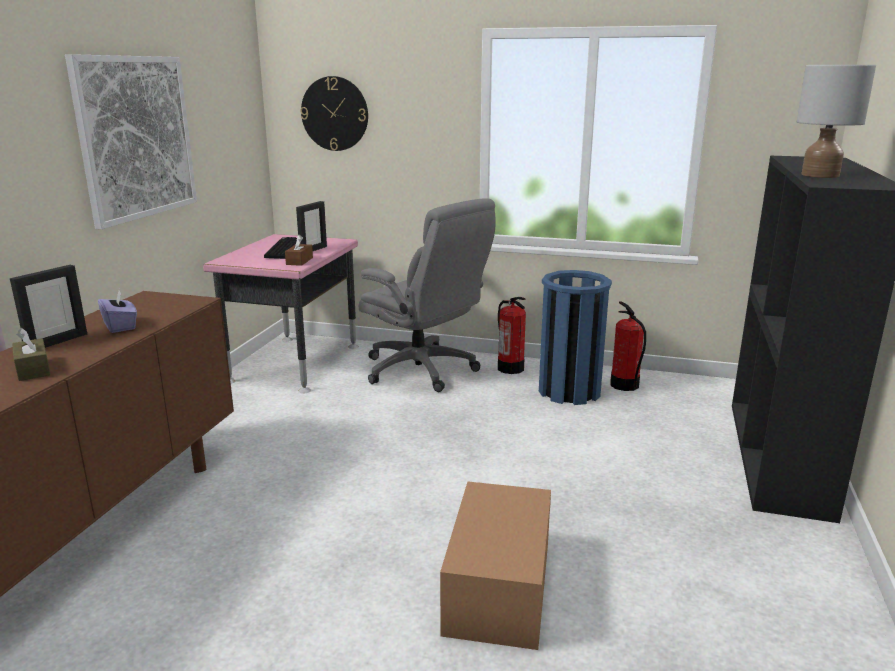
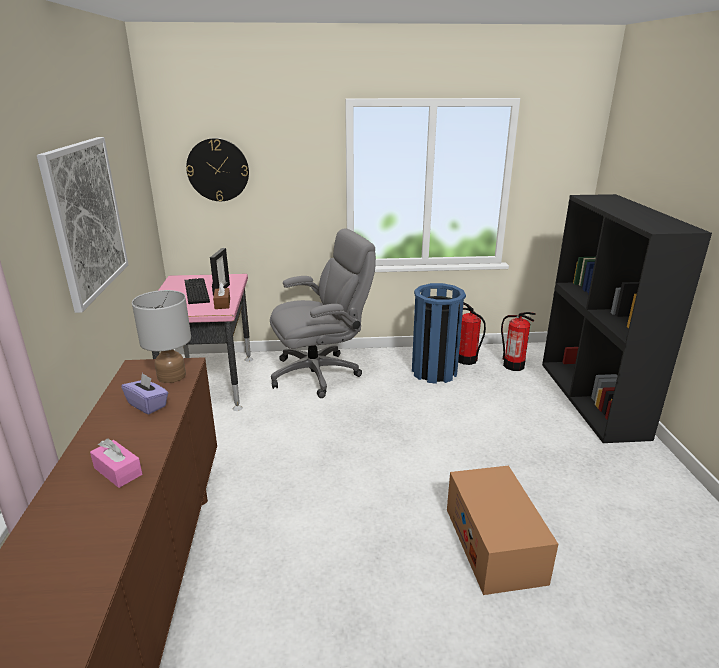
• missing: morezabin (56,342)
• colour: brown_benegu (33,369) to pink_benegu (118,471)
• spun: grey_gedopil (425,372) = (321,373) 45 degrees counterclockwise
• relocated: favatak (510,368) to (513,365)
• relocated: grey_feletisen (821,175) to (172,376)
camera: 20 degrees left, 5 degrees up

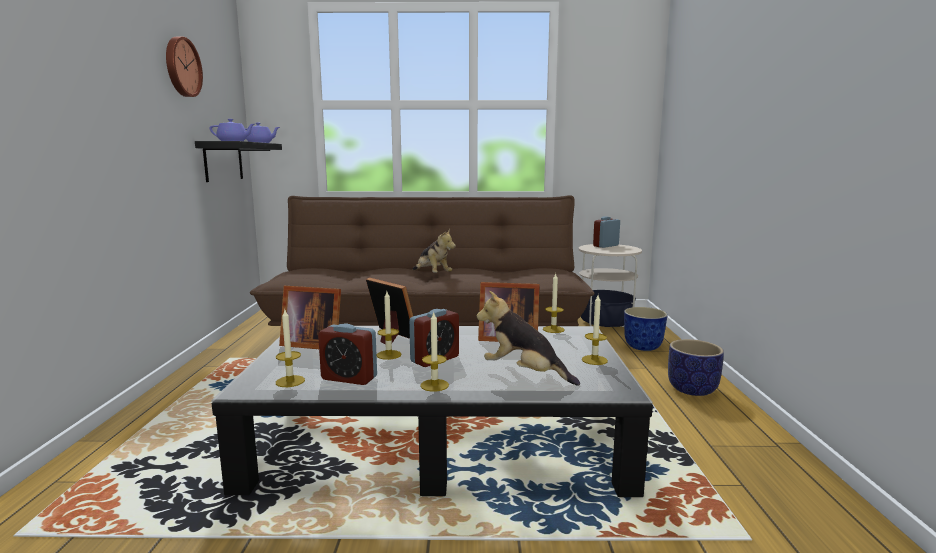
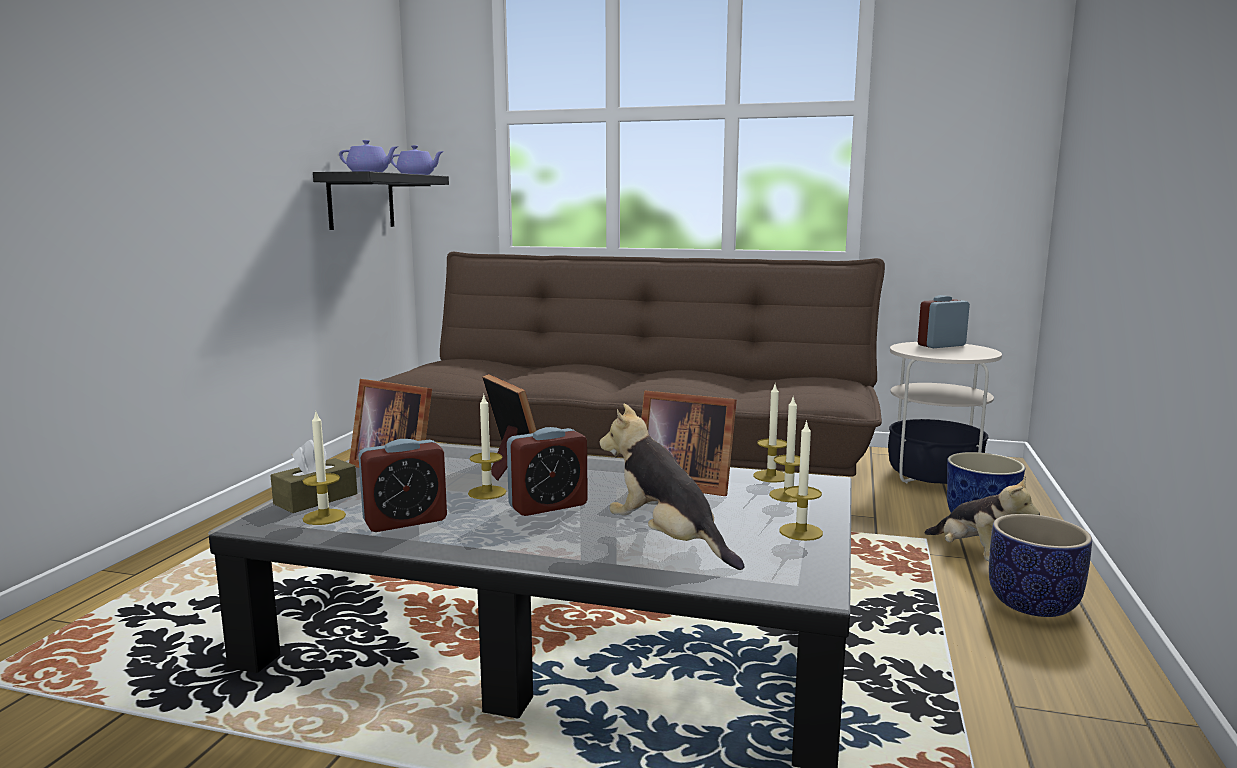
• missing: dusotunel (181,67)
• spun: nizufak (349,378) = (405,521) 60 degrees counterclockwise
• relocated: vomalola (432,275) to (975,556)
• relocated: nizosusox (434,385) to (788,495)
• appeared: brown_benegu (316,499)
camera: 15 degrees right, 0 degrees up

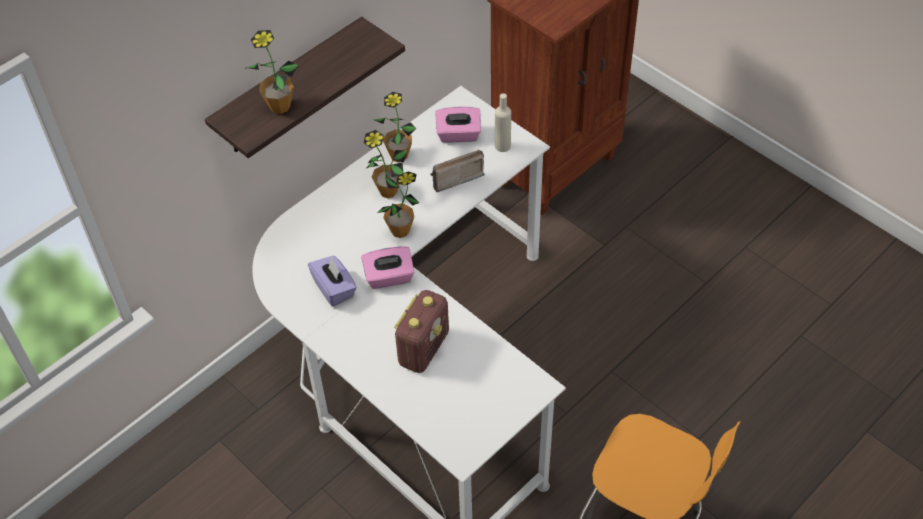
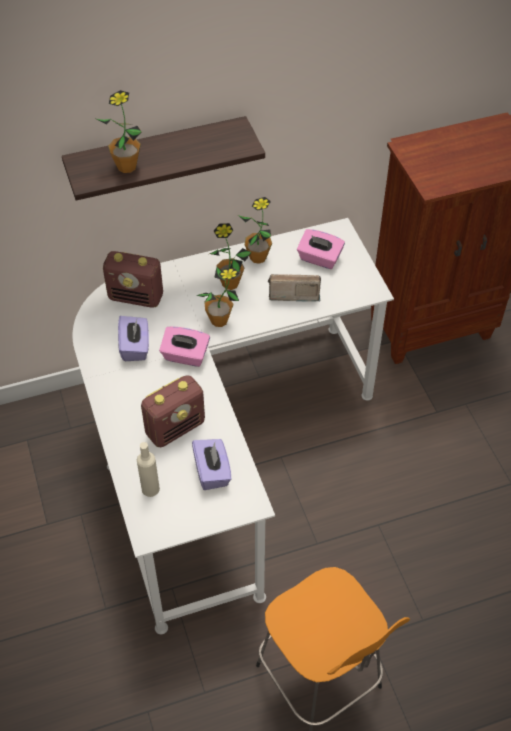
• relocated: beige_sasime (502,146) to (150,489)
• appeared: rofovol (136,297)
• appeared: purple_benegu (212,472)
camera: 25 degrees right, 0 degrees up

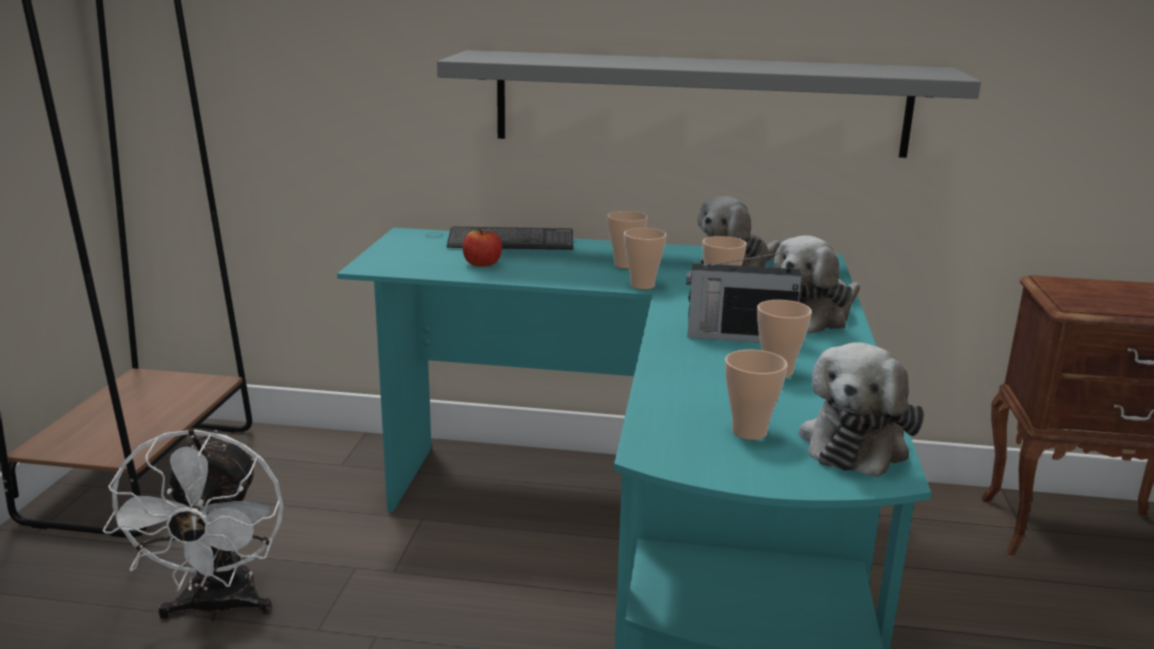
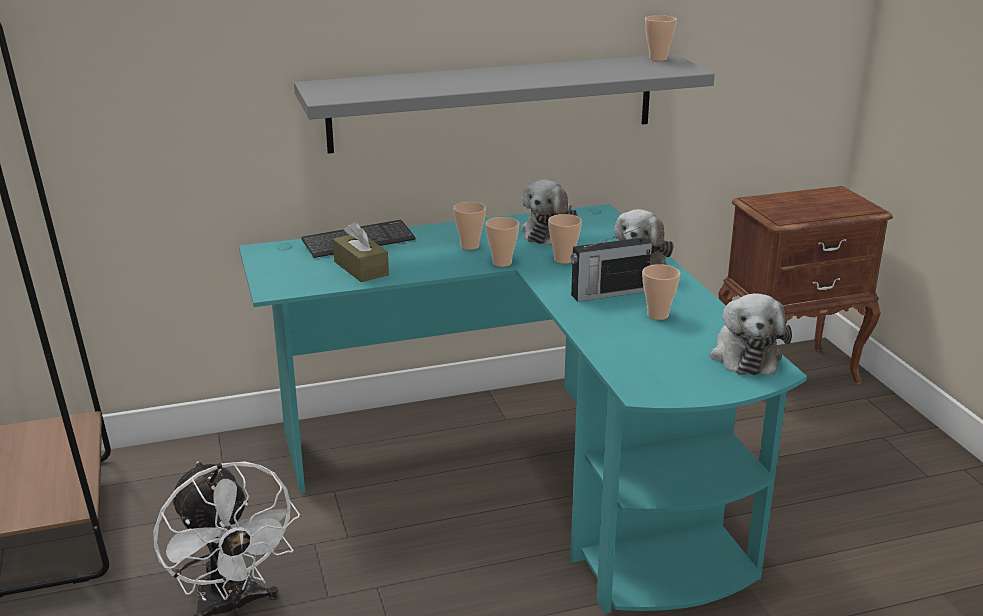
• exchanged: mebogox (482,264) to brown_benegu (361,268)
• relocated: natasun (749,432) to (658,59)
camera: 25 degrees left, 5 degrees up

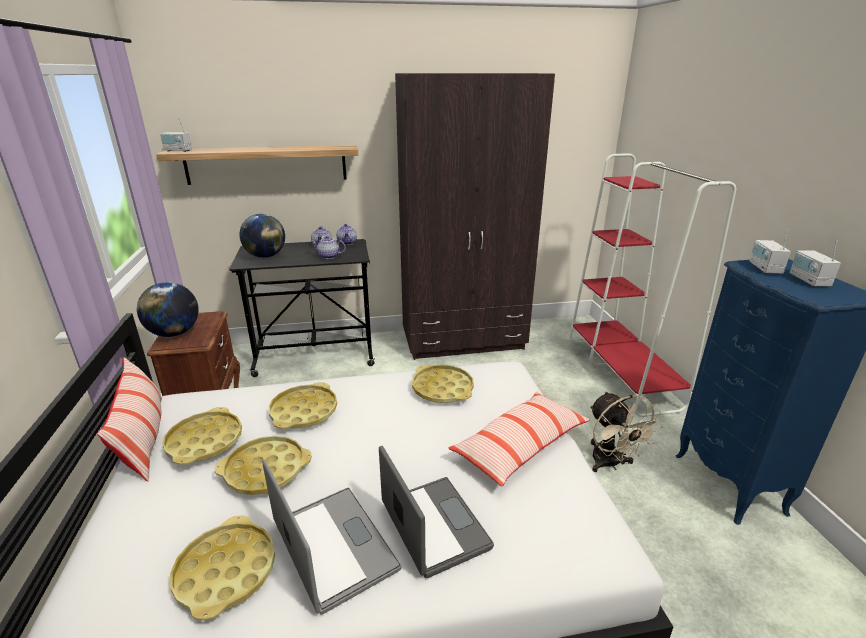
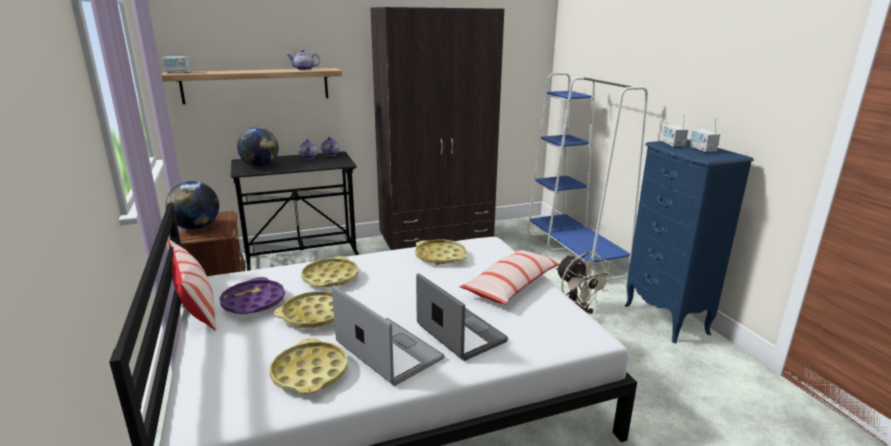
• colour: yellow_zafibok (204,441) to purple_zafibok (253,302)
• relocated: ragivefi (328,256) to (304,69)
• colour: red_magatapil (622,374) to blue_magatapil (574,255)
camera: 10 degrees left, 5 degrees down

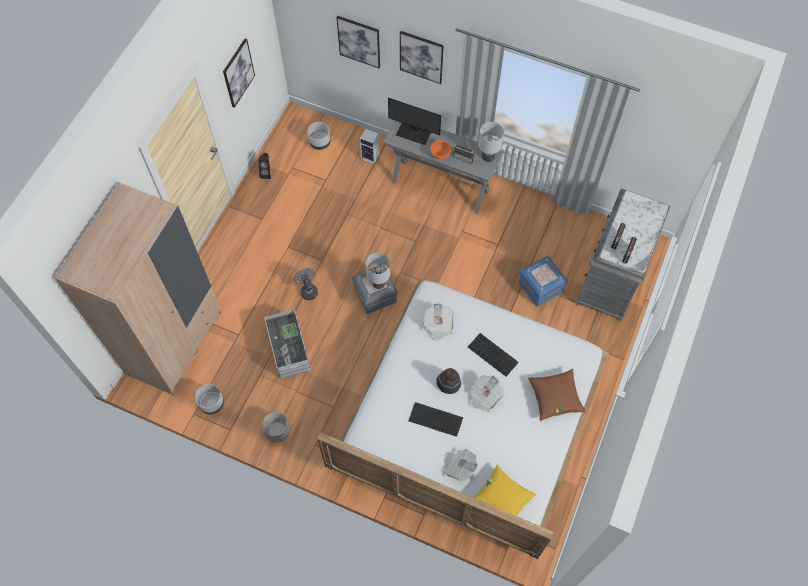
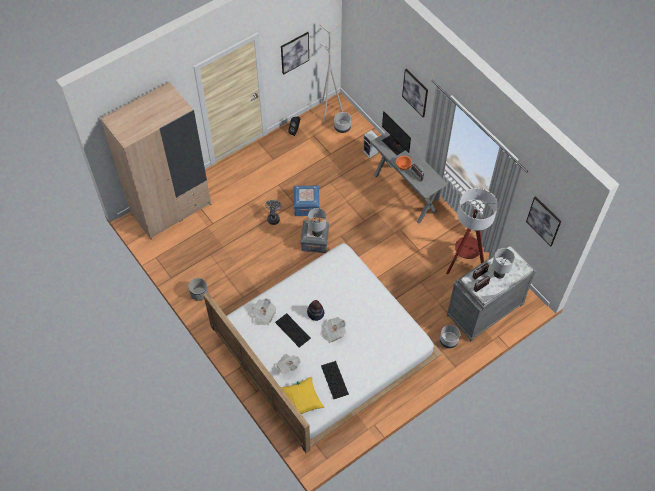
• relocated: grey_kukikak (212,403) to (449,341)
• missing: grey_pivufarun (289,348)
• relocated: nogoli (359,41) to (544,221)
• relocated: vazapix (438,325) to (263,315)
• relocated: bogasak (492,354) to (334,379)
• relocated: grey_feletisen (488,156) to (499,273)
• relocated: blue_pivufarun (540,287) to (306,206)
• missing: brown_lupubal (555,397)
• appeared: grey_magatapil (329,111)
• appeared: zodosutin (464,263)
camera: 30 degrees right, 5 degrees down

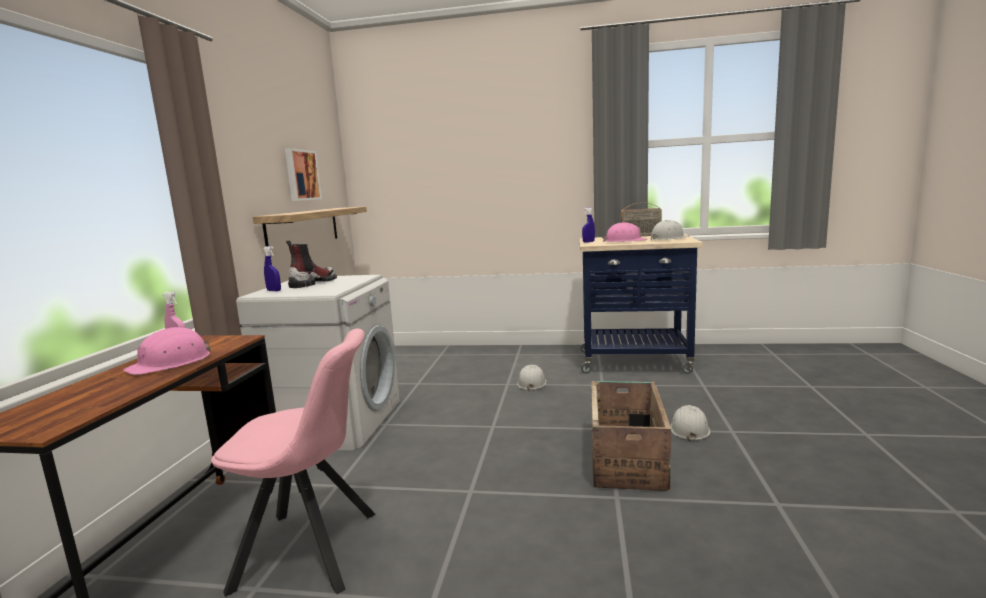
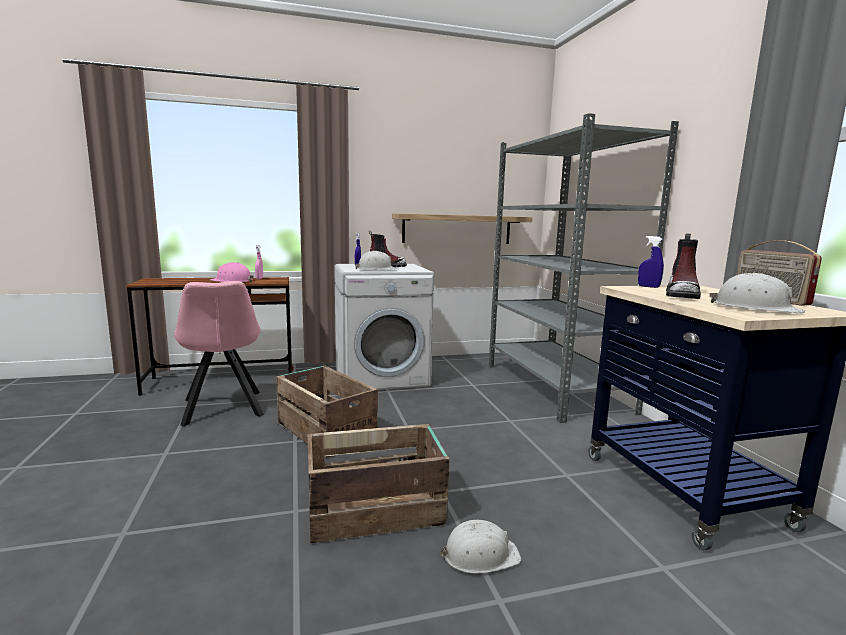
• missing: nogoli (301,175)
• relocated: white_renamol (531,383) to (376,269)
• exchanged: pink_renamol (624,241) to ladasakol (682,295)
• appeared: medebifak (326,430)
• appeared: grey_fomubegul (555,387)
camera: 65 degrees right, 0 degrees up

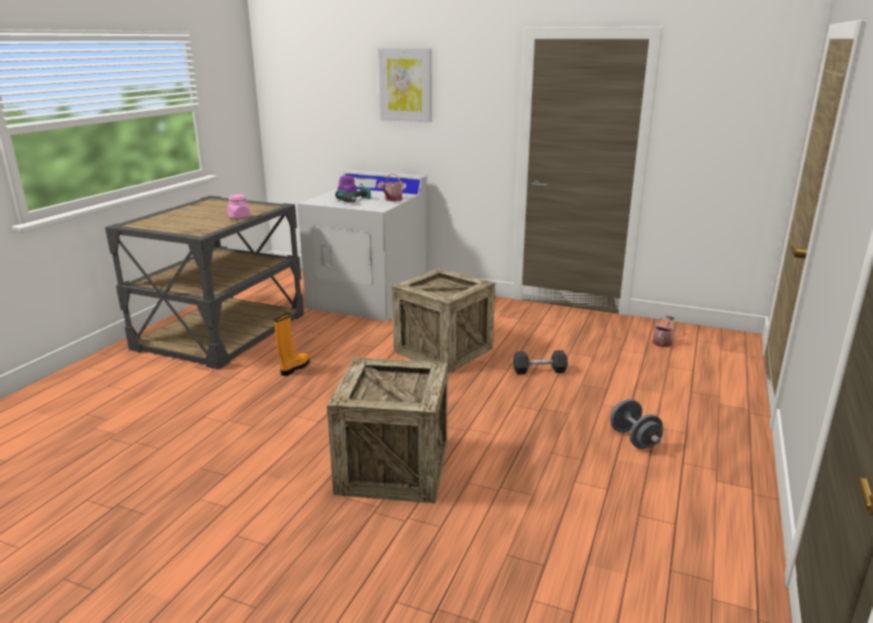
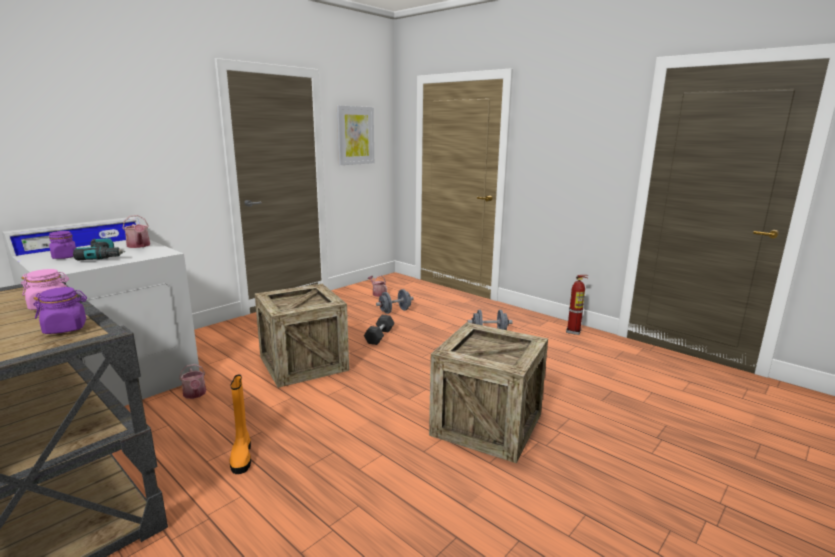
• spun: orange_ladasakol (294,368) = (242,456) 150 degrees counterclockwise
• relocated: nogoli (405,85) to (355,135)
• appeared: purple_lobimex (66,328)
• appeared: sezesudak (195,394)
• appeared: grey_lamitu (395,311)
• appeared: favatak (573,331)
camera: 70 degrees left, 5 degrees down

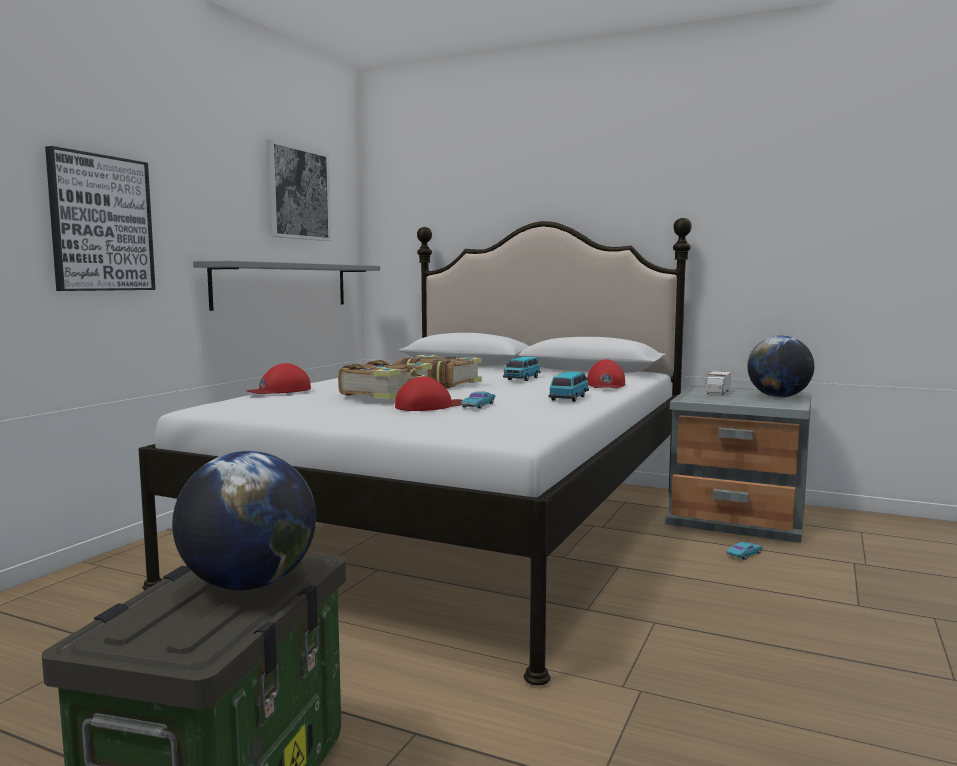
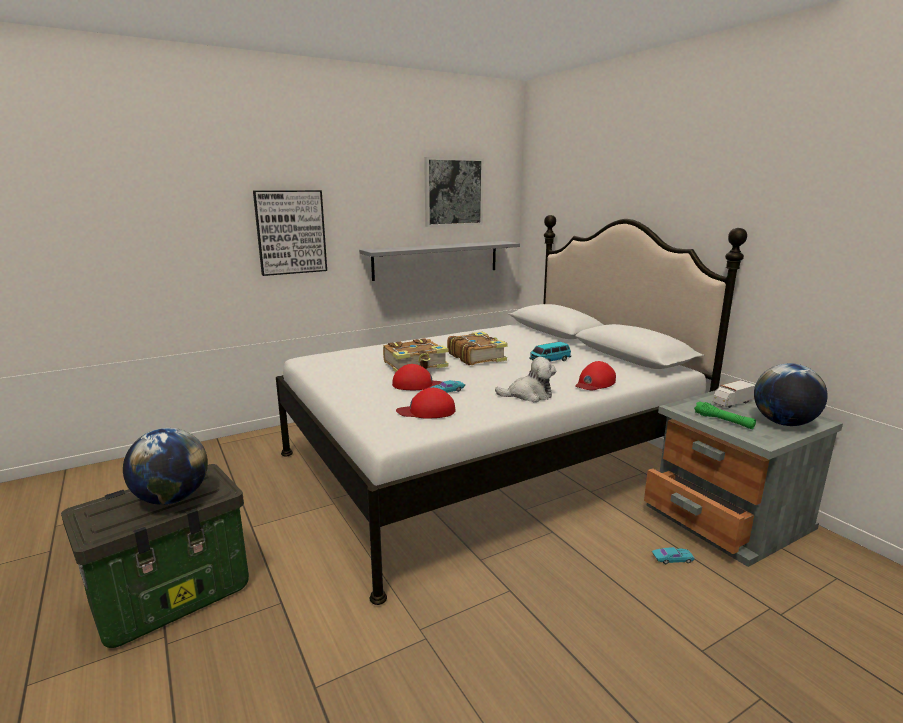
• relocated: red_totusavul (280,390) to (427,411)
• exchanged: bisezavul (569,398) to vomalola (528,395)
• appeared: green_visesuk (723,421)
camera: 35 degrees right, 10 degrees up

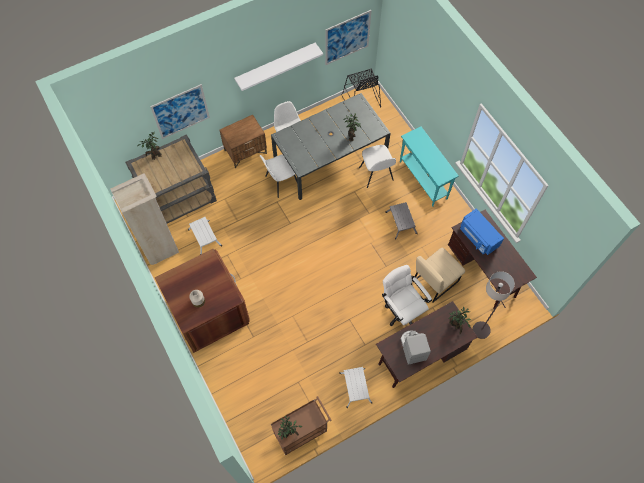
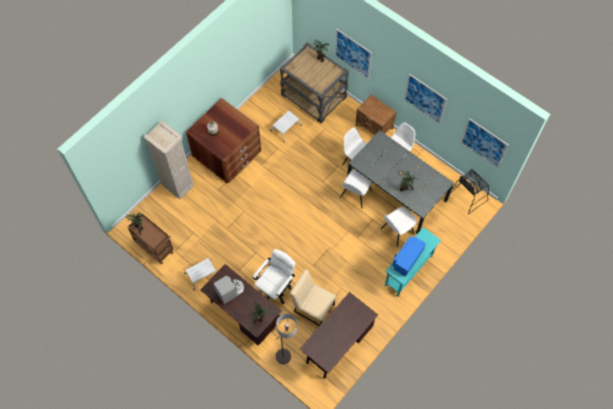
• relocated: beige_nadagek (160,249) to (178,185)
• exchanged: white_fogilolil (275,65) to nogoli (424,99)
• missing: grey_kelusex (401,222)
• relocated: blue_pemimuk (478,237) to (407,259)
• appeared: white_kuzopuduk (355,195)
camera: 70 degrees right, 0 degrees up

